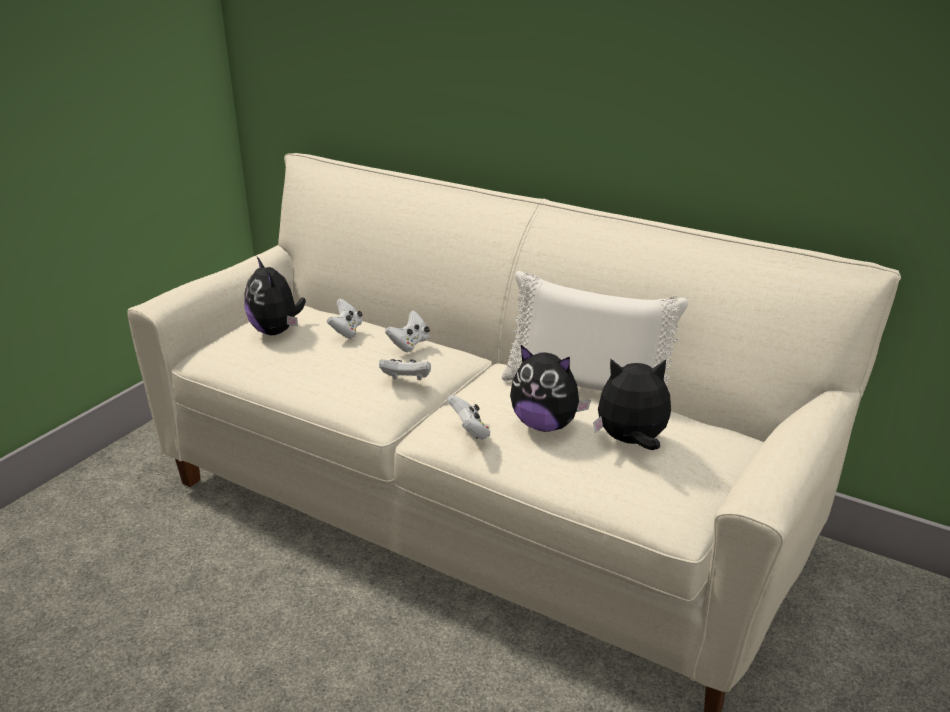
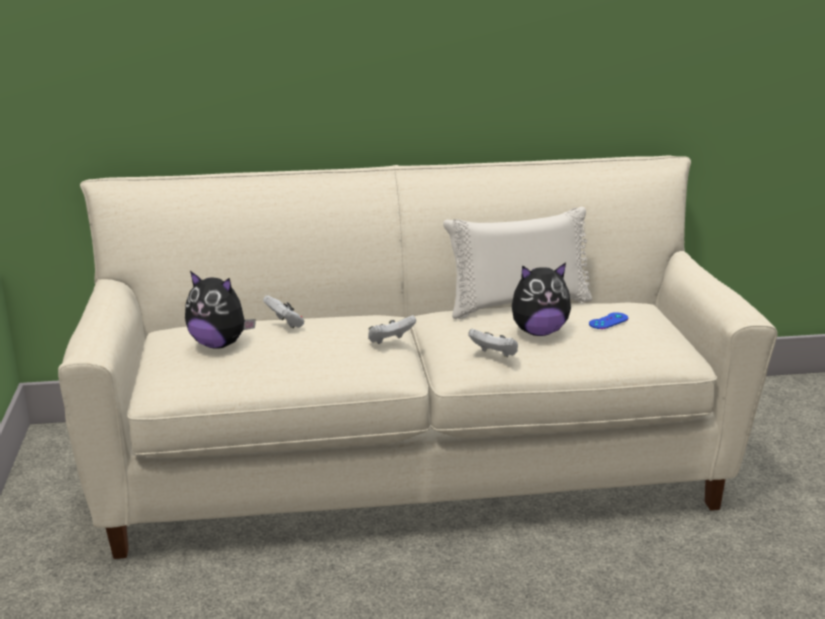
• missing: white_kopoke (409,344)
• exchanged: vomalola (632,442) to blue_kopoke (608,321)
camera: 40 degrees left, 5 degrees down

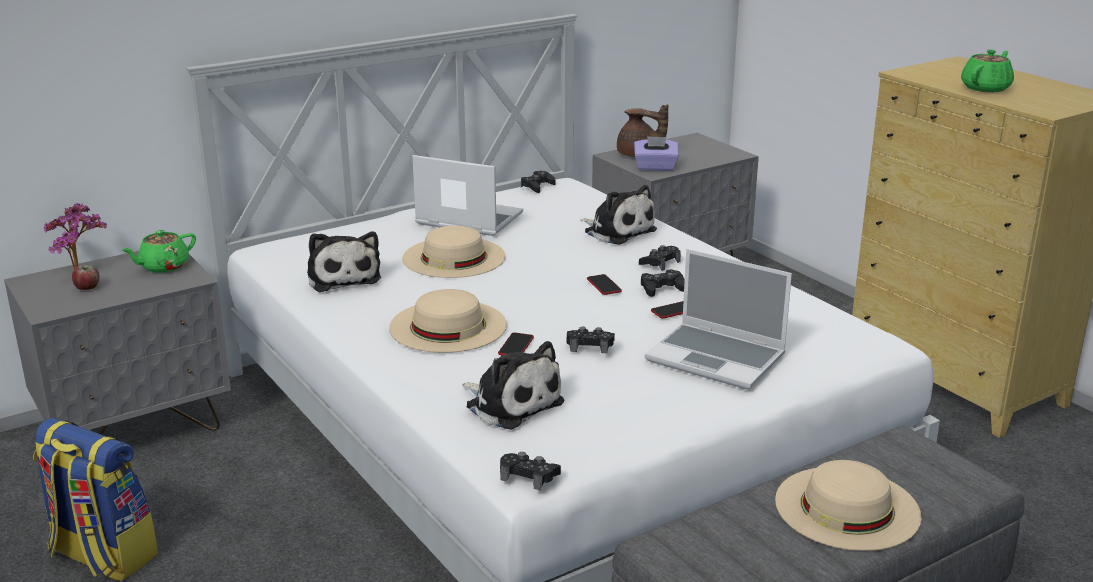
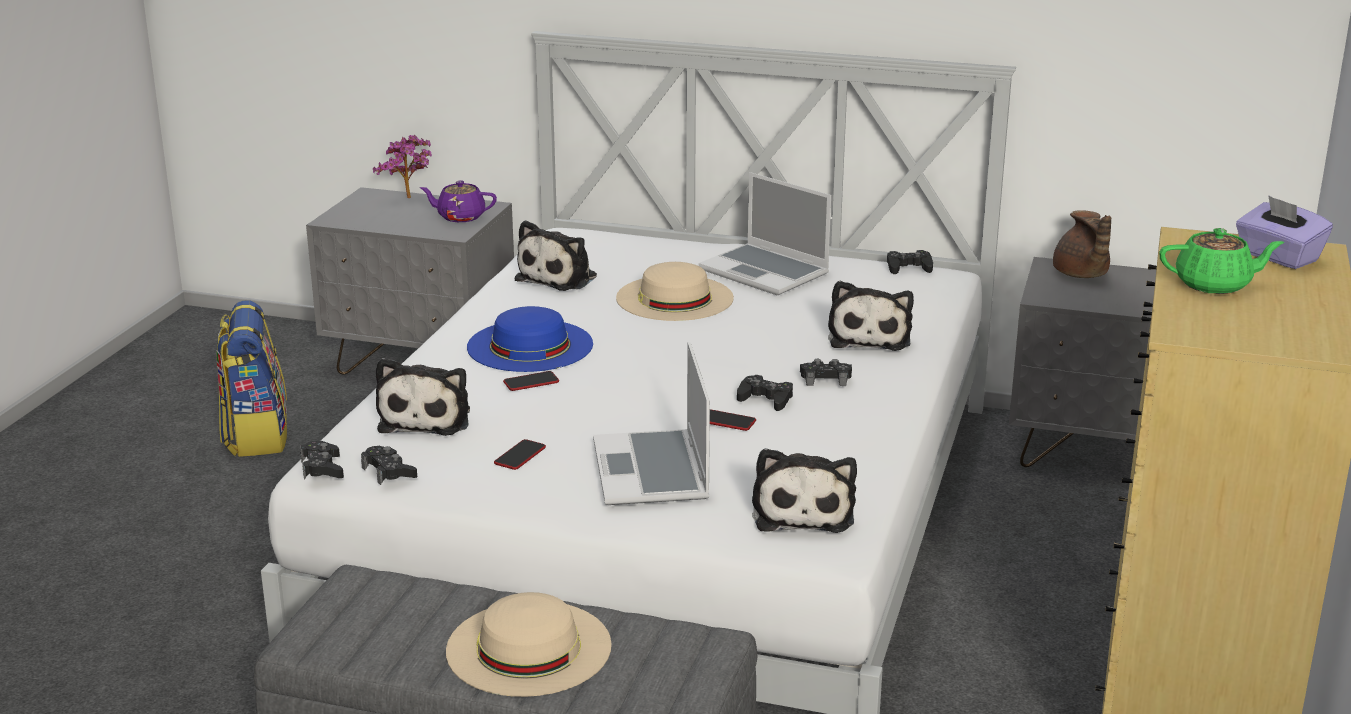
• missing: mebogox (88,288)
• colour: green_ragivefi (163,267) to purple_ragivefi (460,217)
• colour: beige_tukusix (448,326) to blue_tukusix (530,345)
• spun: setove (467,220) = (766,272) 150 degrees clockwise
• relocated: black_kopoke (590,345) to (389,472)
• relocated: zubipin (604,285) to (520,456)
• relocated: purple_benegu (655,167) to (1278,257)
• appeared: vomalola (802,511)
camera: 50 degrees right, 0 degrees up

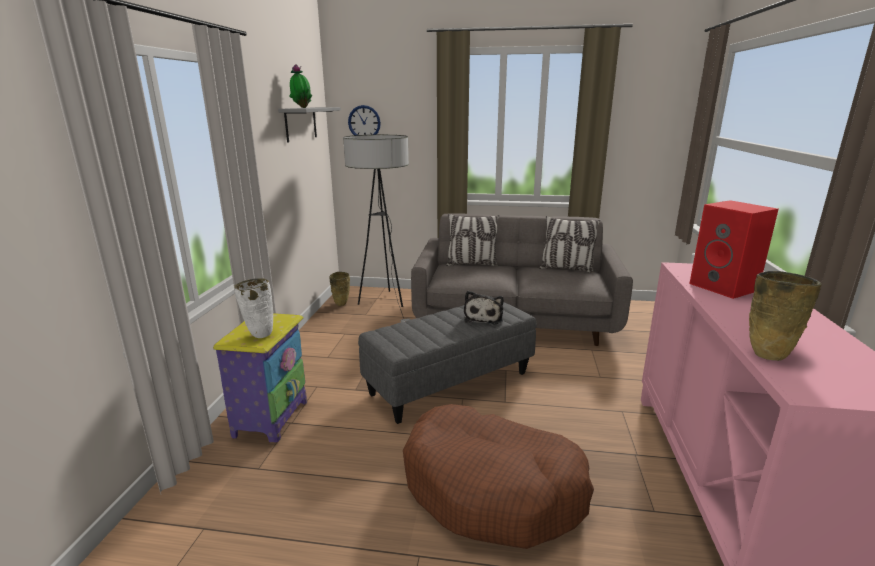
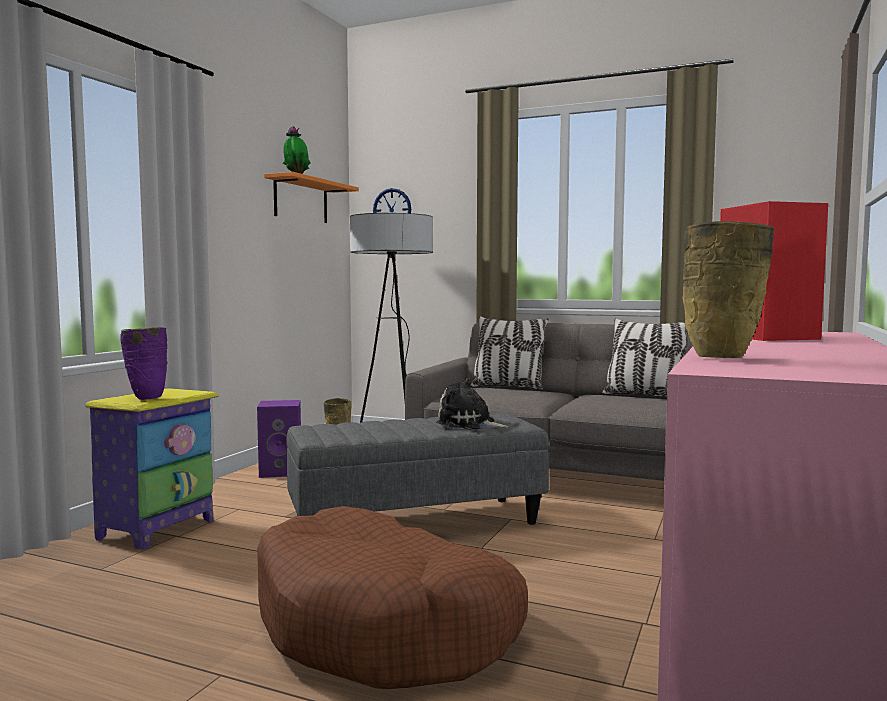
• colour: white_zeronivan (260,334) to purple_zeronivan (147,398)
• colour: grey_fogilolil (301,124) to orange_fogilolil (301,200)
• spun: vomalola (483,317) = (469,424) 90 degrees clockwise
• appeared: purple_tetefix (282,471)
camera: 15 degrees right, 15 degrees down

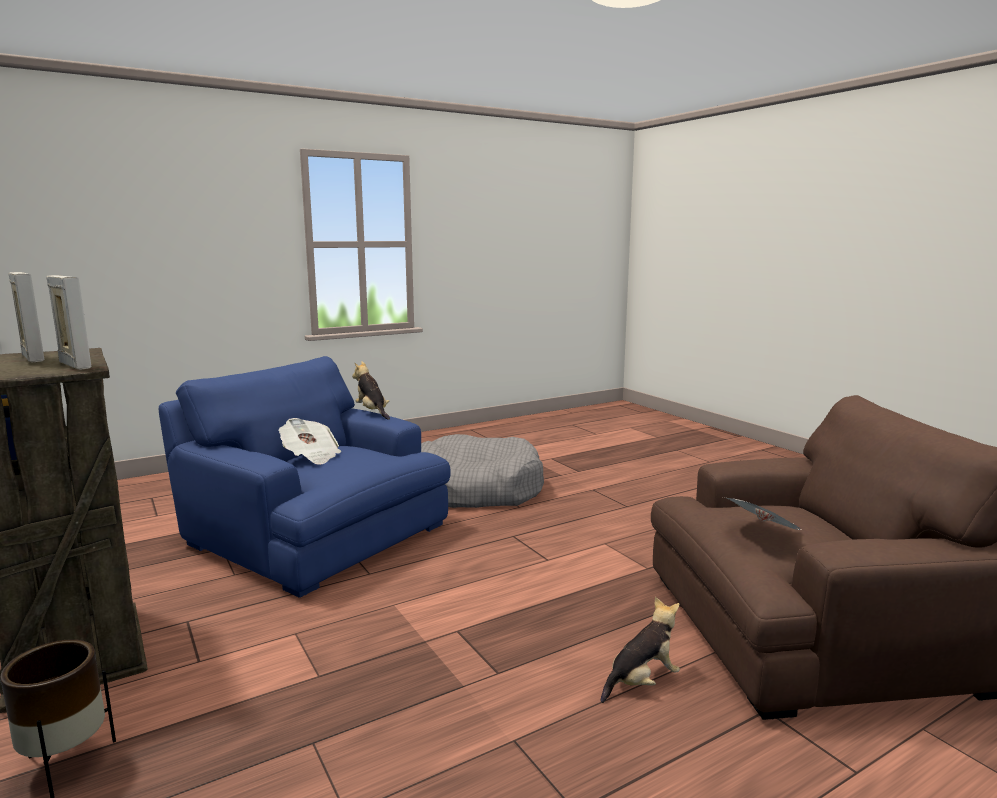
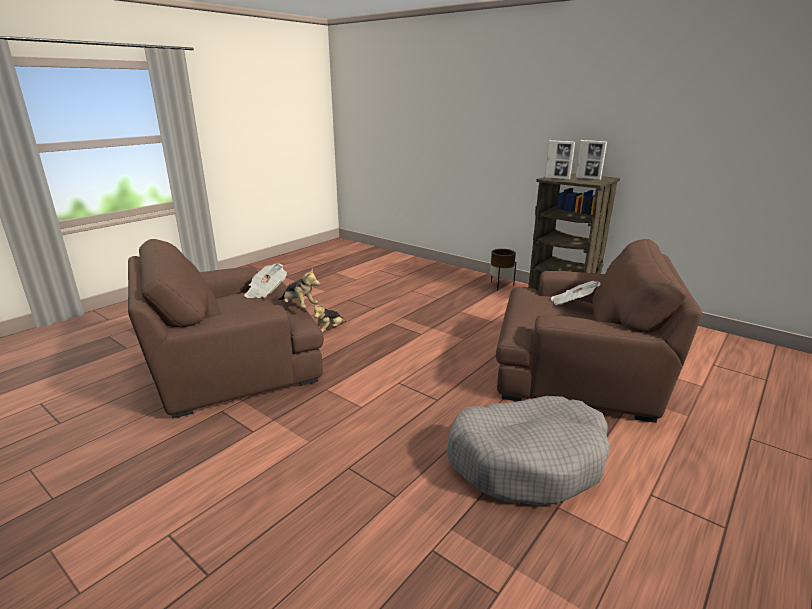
• colour: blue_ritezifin (315,534) to brown_ritezifin (578,372)
• relocated: vomalola (372,412) to (299,306)
camera: 160 degrees right, 10 degrees up

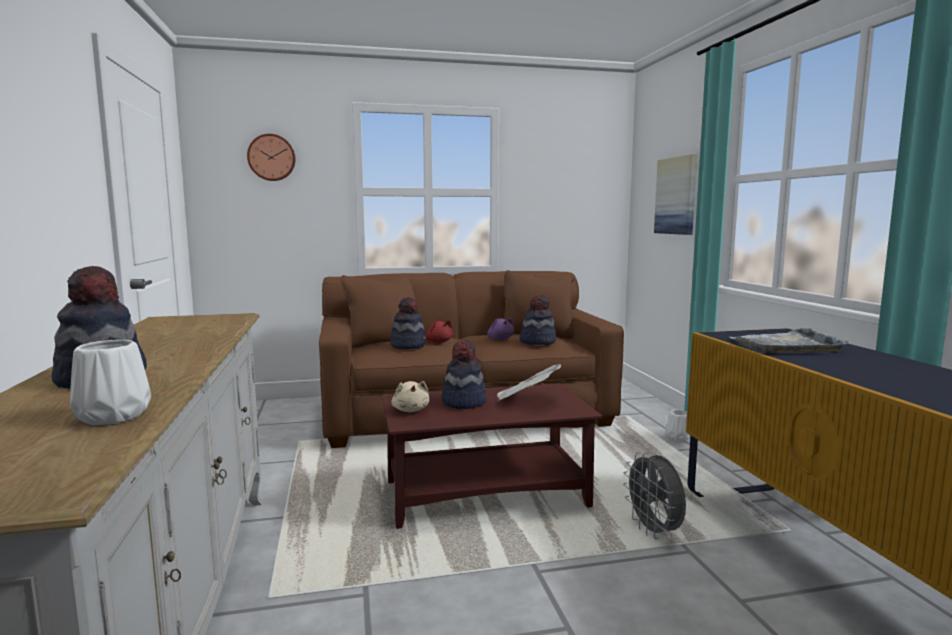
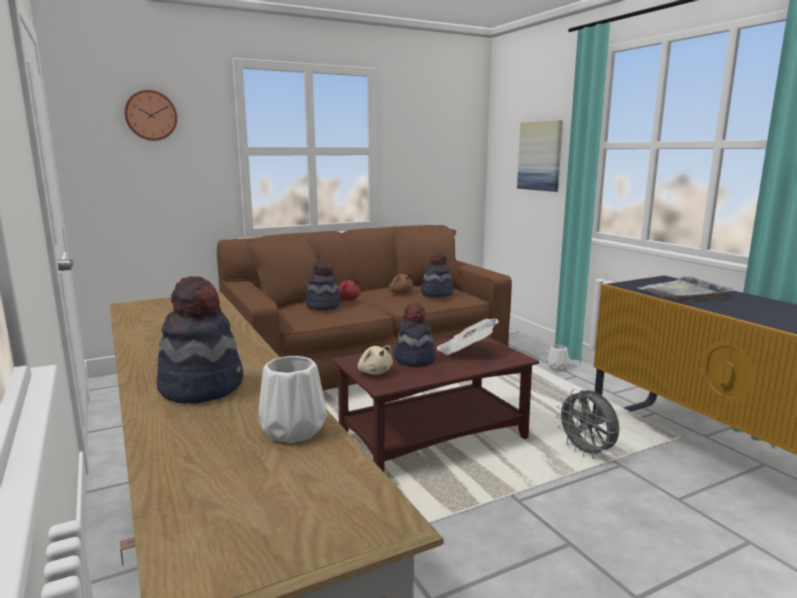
• colour: purple_vomalola (500,339) to brown_vomalola (400,293)
camera: 15 degrees left, 5 degrees up

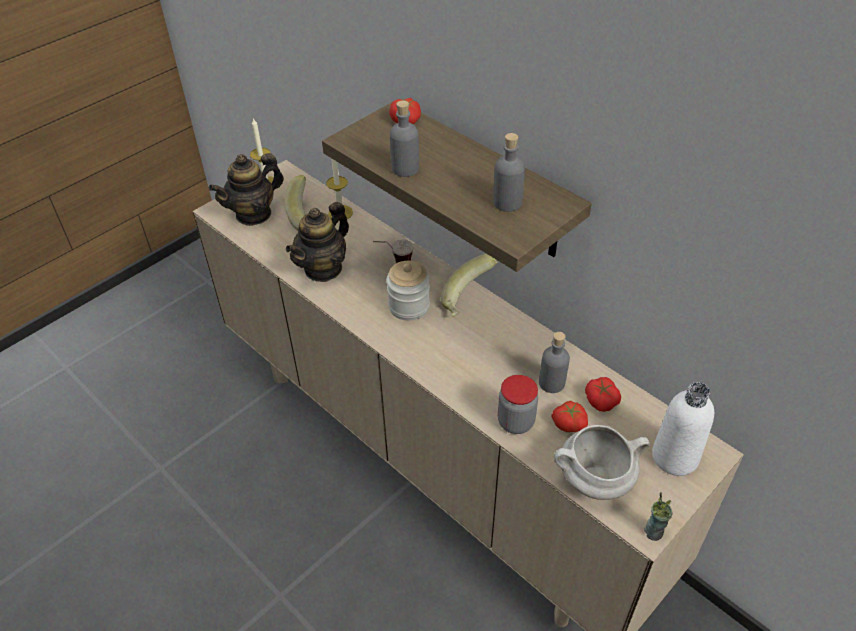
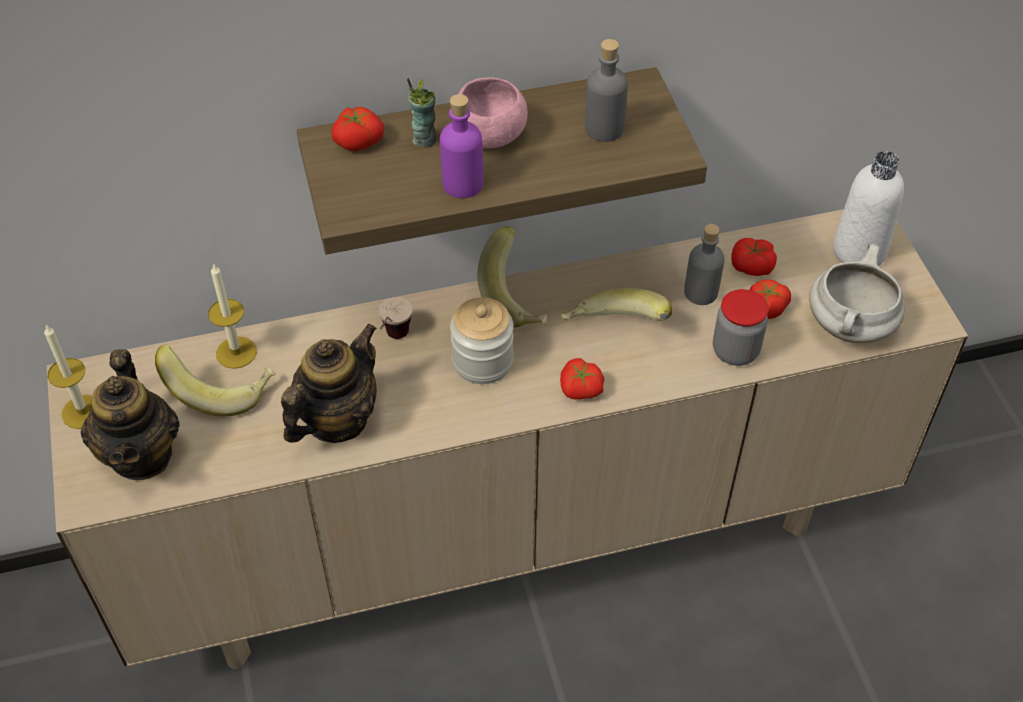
• spun: ragivefi (323,268) = (336,420) 120 degrees counterclockwise
• colour: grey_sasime (405,168) to purple_sasime (462,184)
• relocated: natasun (654,532) to (424,139)
• appeared: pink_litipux (490,135)
• appeared: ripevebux (580,389)
• appeared: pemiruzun (614,330)
camera: 60 degrees left, 5 degrees up

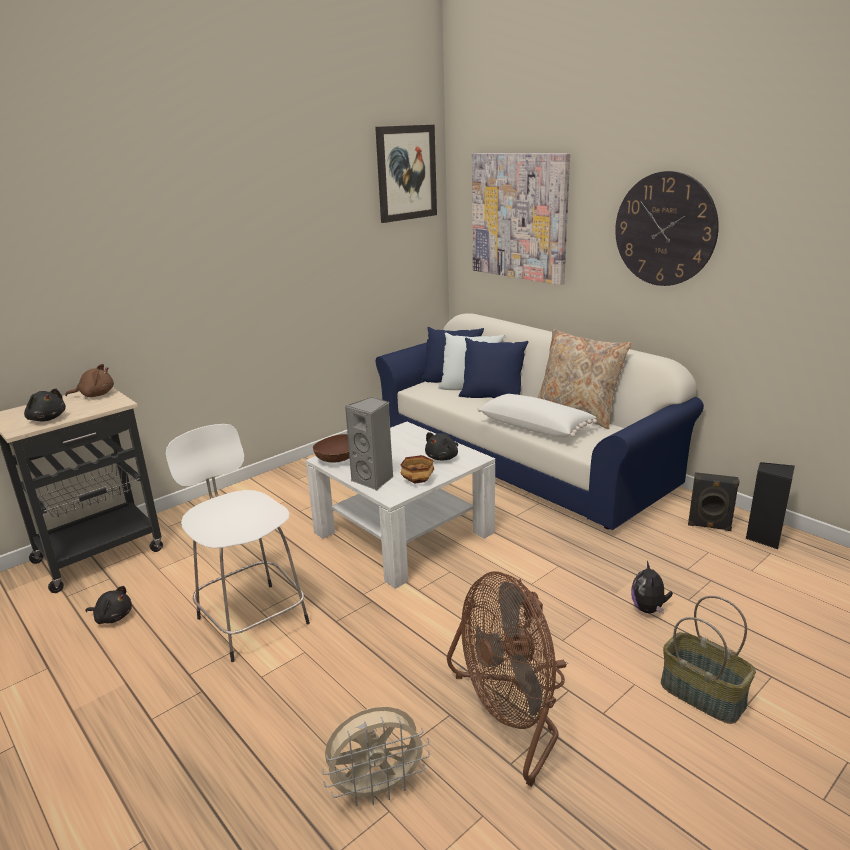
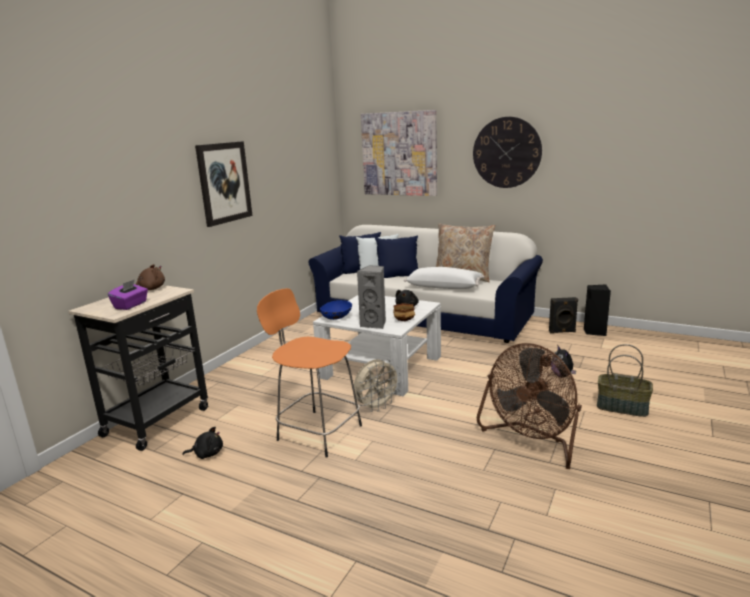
• exchanged: black_vomalola (47,418) to purple_benegu (131,305)
• colour: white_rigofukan (251,618) to orange_rigofukan (317,432)
• colour: brown_litipux (337,460) to blue_litipux (337,318)
• relocated: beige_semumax (377,789) to (377,407)
• relocated: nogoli (406,173) to (224,183)
camera: 20 degrees left, 5 degrees down

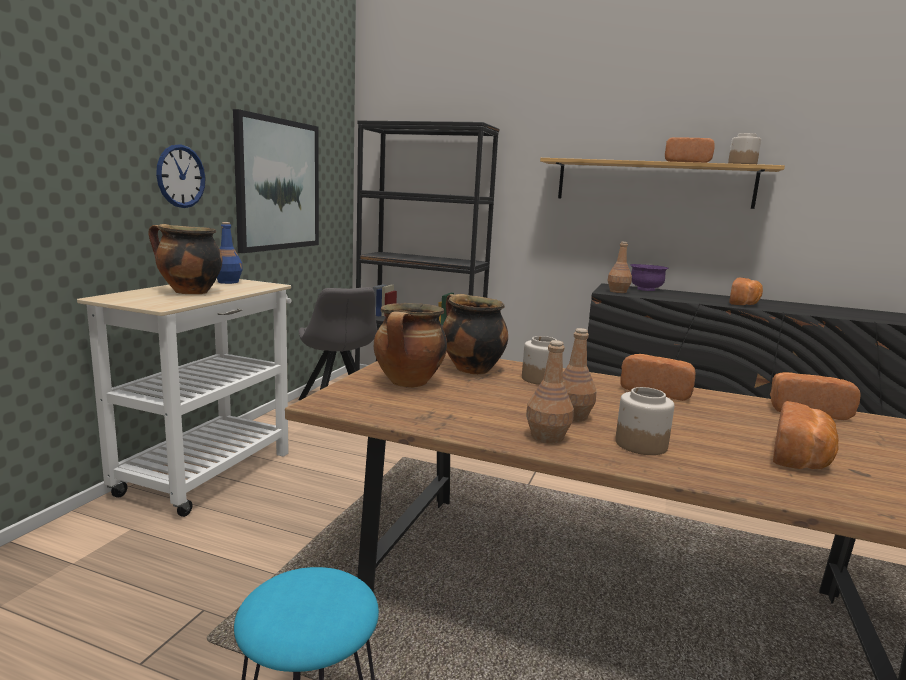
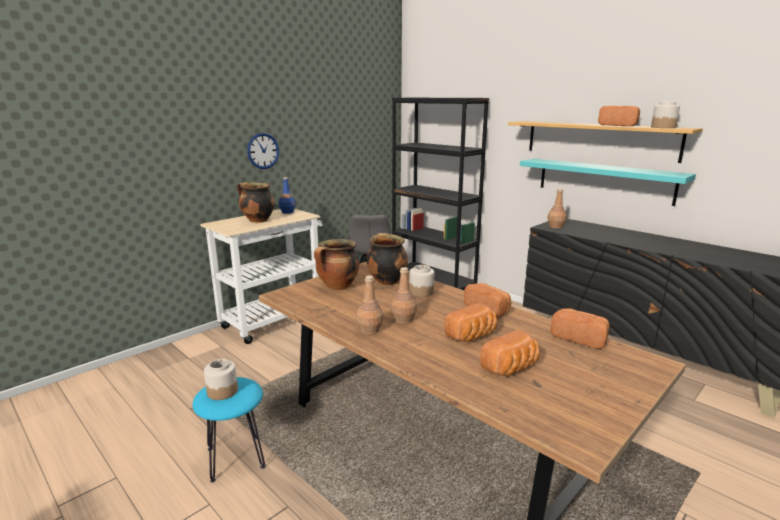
• missing: nogoli (278,185)
• relocated: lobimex (640,444) to (222,391)
• missing: purple_litipux (646,289)
• relocated: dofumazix (745,304) to (472,336)
• appeared: turquoise_fogilolil (604,180)
camera: 25 degrees right, 5 degrees up

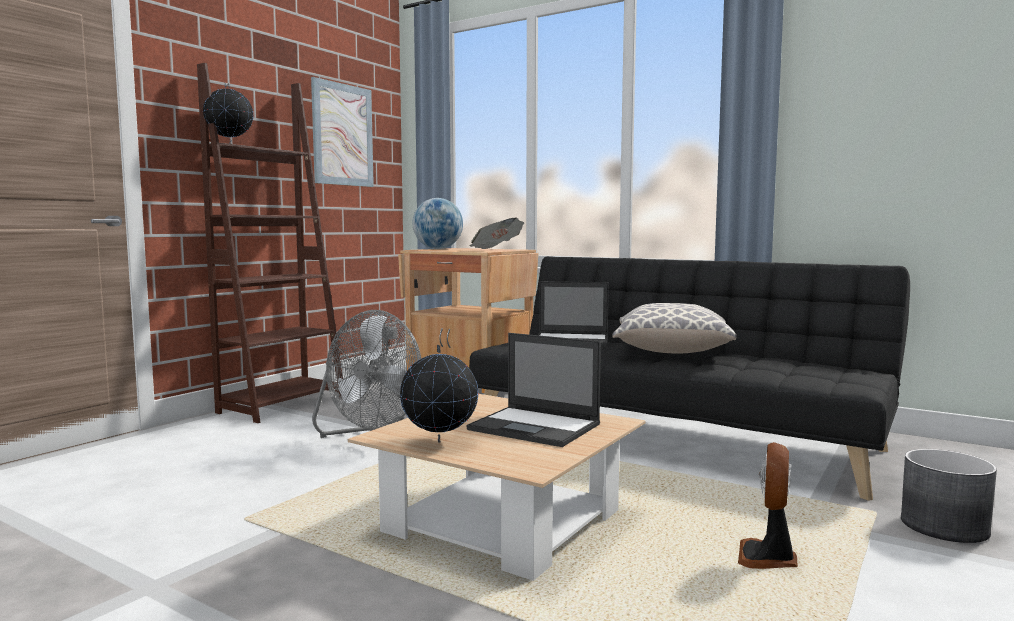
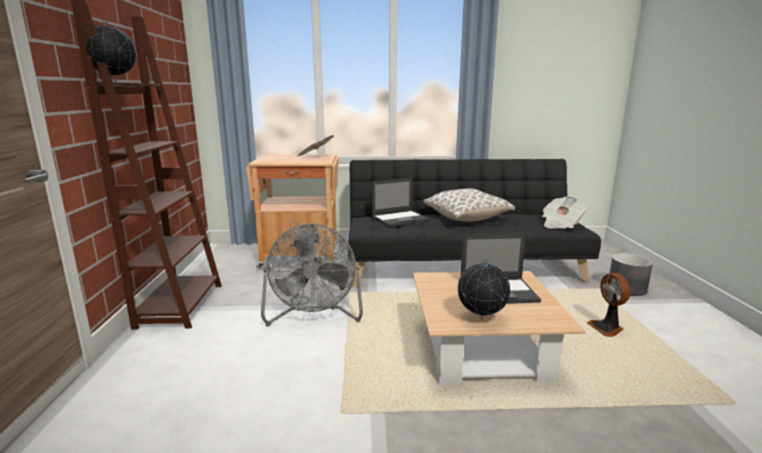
• missing: nogoli (342,135)
• missing: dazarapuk (438,249)
• appeared: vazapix (561,224)
camera: 35 degrees left, 10 degrees up

